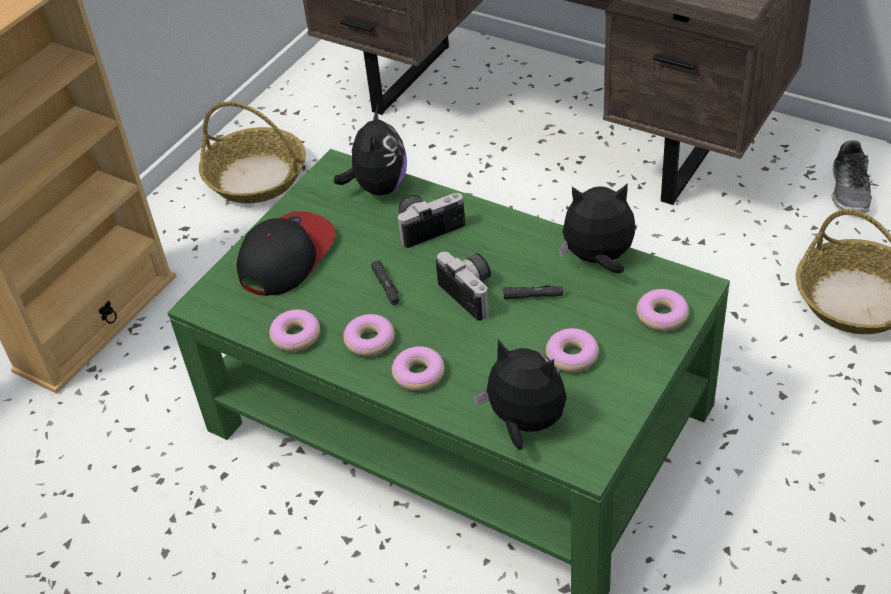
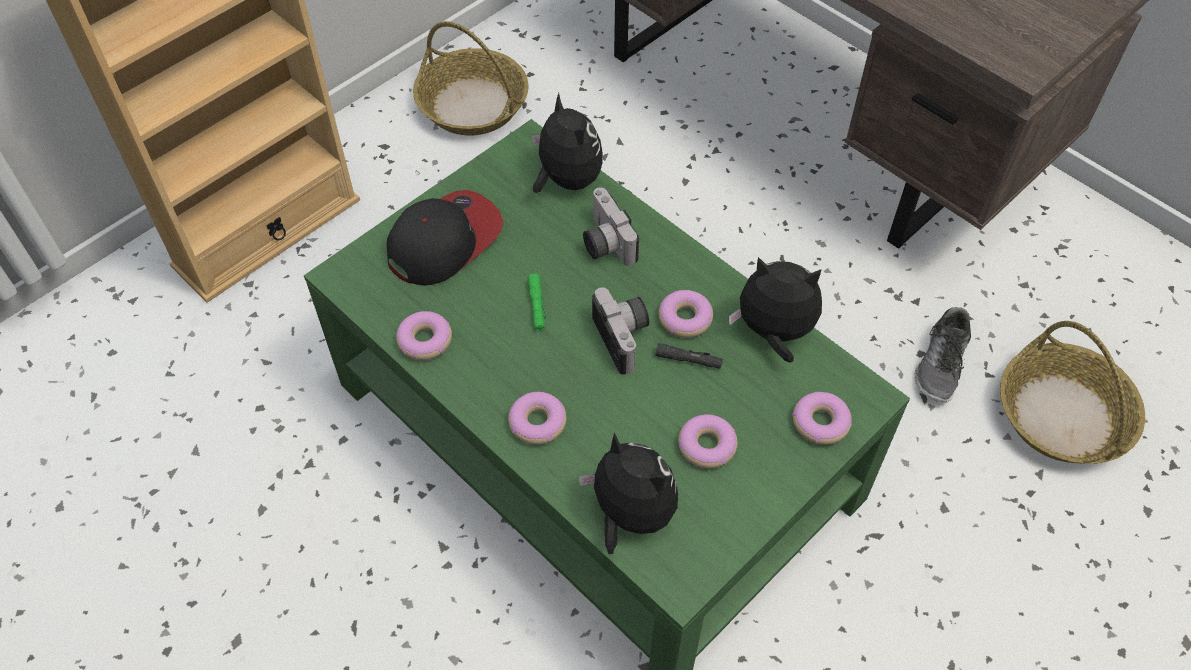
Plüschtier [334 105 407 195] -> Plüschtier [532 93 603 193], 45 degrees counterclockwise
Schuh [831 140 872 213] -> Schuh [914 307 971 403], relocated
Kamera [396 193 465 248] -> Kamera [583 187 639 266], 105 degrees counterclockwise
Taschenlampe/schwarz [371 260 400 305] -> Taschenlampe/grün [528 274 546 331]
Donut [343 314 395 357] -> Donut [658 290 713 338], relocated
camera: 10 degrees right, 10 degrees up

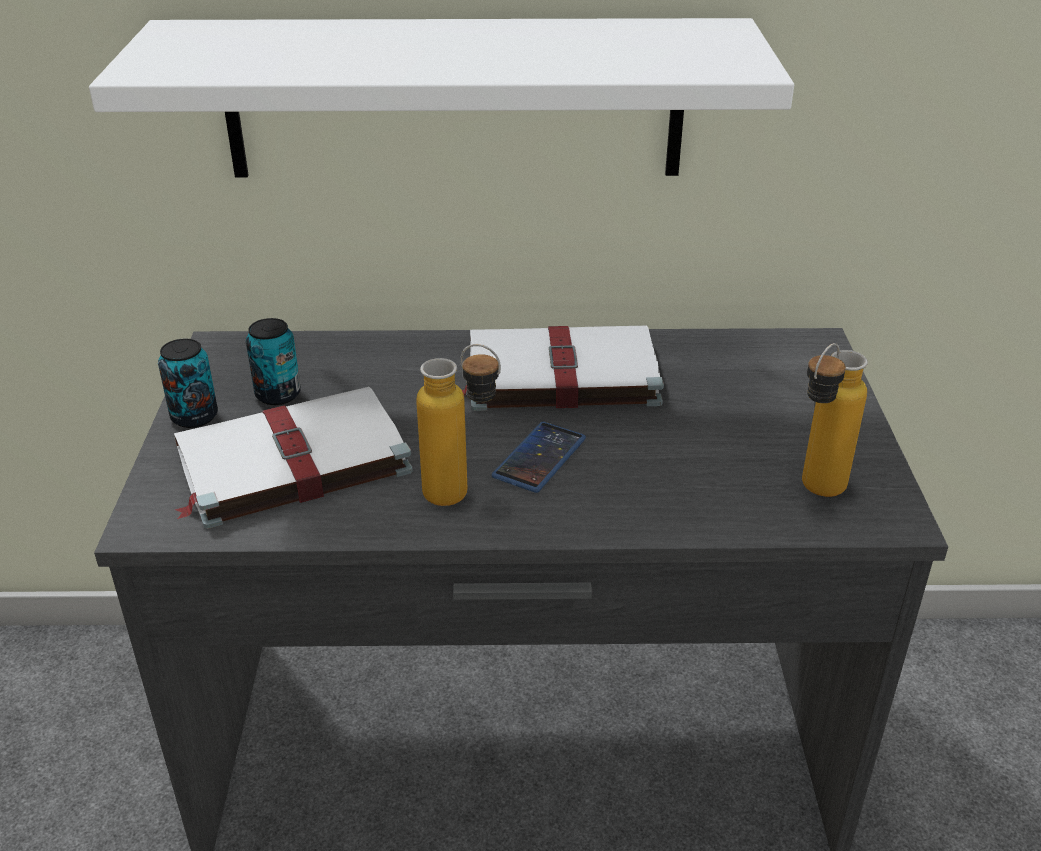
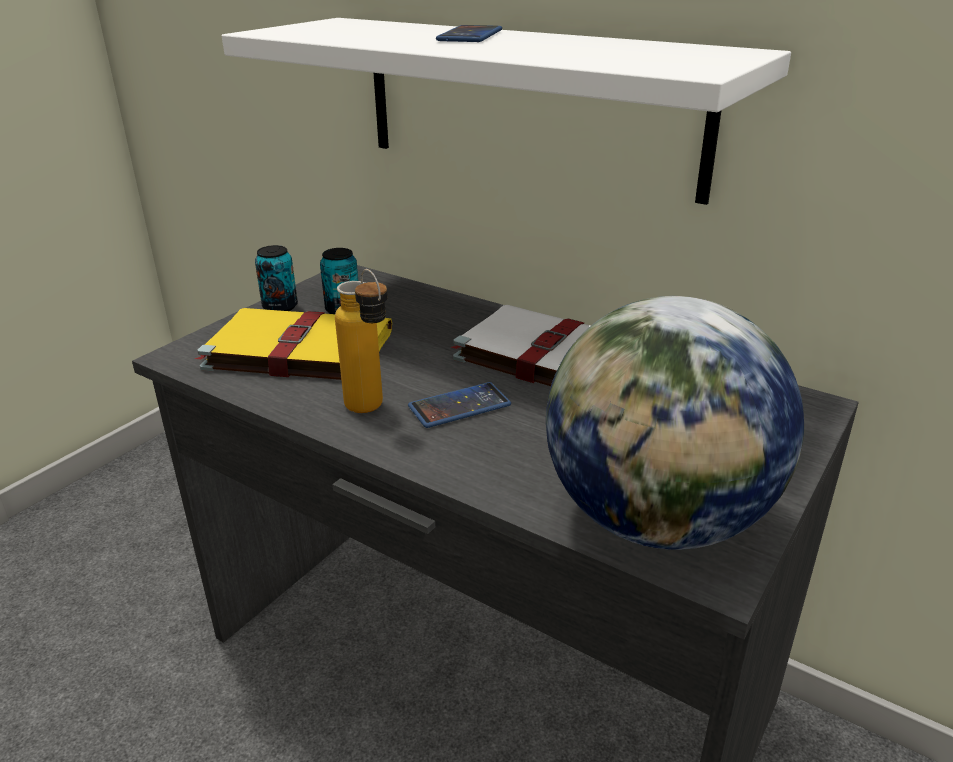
Flasche [802 343 868 497] -> Globus [546 296 804 550]
Buch/weiß [174 387 413 529] -> Buch/gelb [195 308 392 380]
none -> Handy [436 25 502 42]
camera: 35 degrees right, 5 degrees down

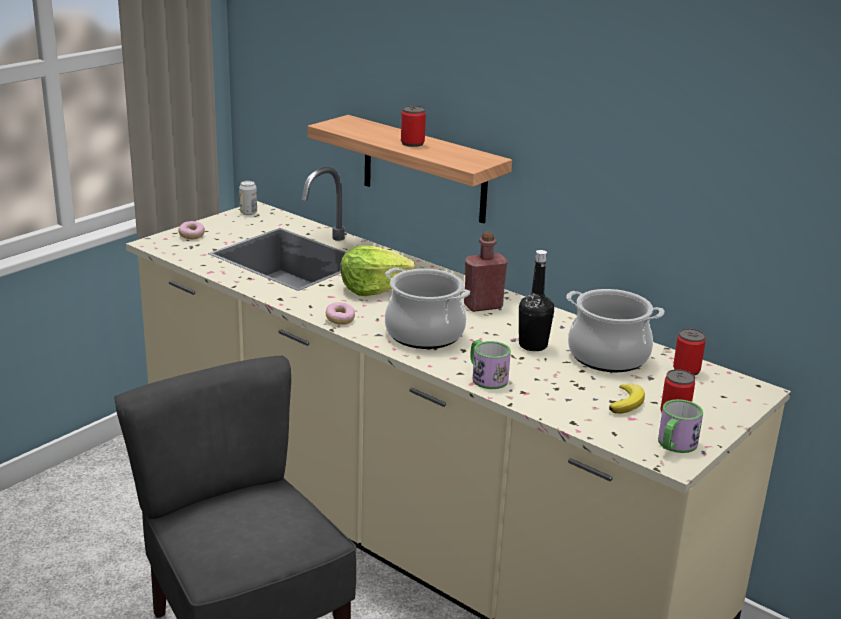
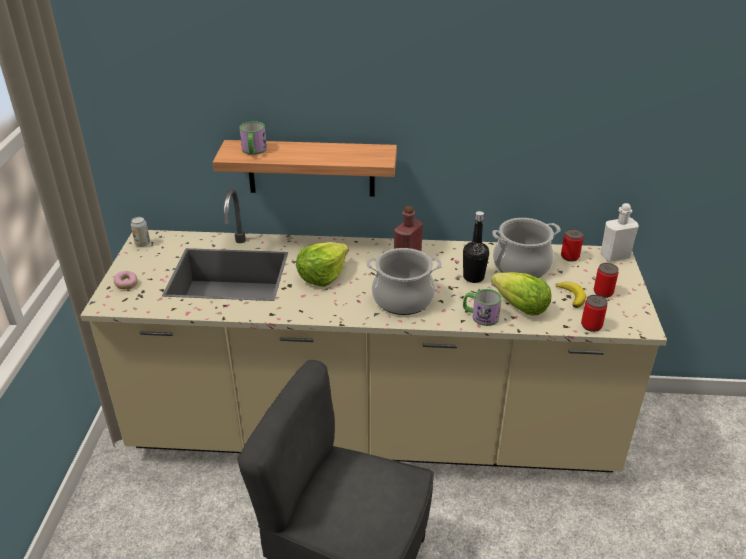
Dose [401 106 426 147] -> Dose [581 295 607 332], relocated
Donut [326 302 355 325] -> none
Henkelbecher [658 399 703 453] -> Henkelbecher [240 121 267 155], relocated
none -> Flasche/weiß [600 203 639 262]
none -> Salatkopf [491 272 551 315]
camera: 35 degrees left, 10 degrees up

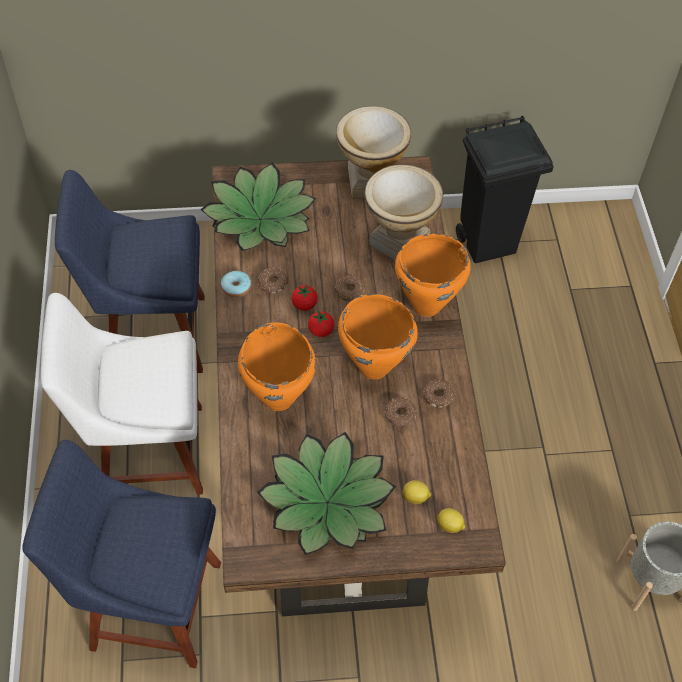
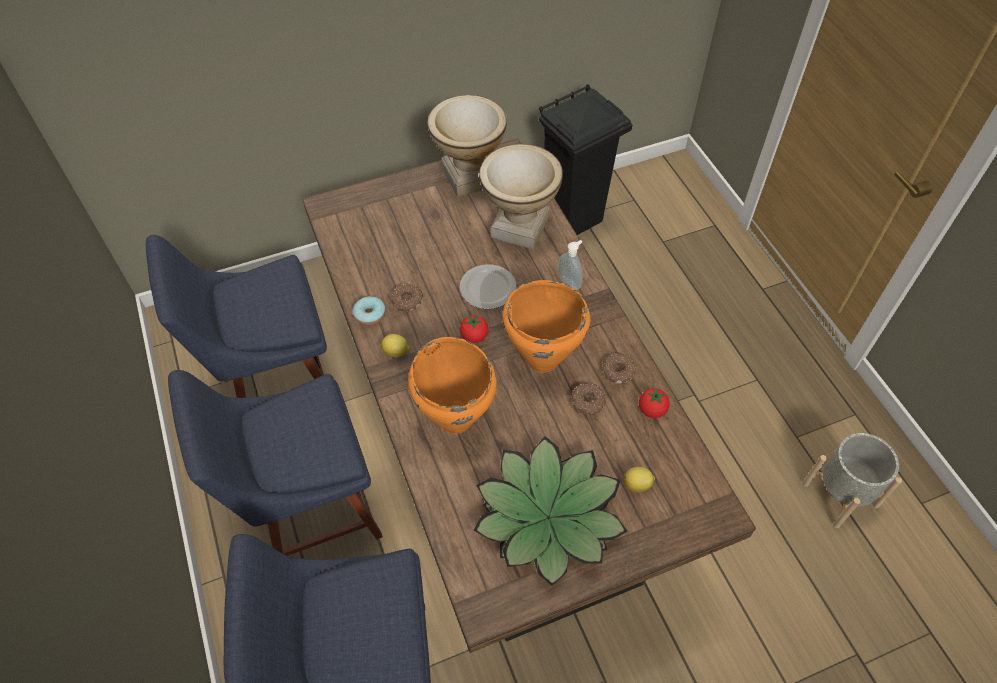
Topfpflanze [200 162 316 251] -> none
Kochtopf/orange [395 234 471 317] -> Seifenspender [558 240 583 290]
Donut [334 275 365 301] -> Teller [460 264 517 309]
Tomate [292 285 318 311] -> Tomate [639 388 670 418], relocated
Stuhl/weiß [41 293 203 495] -> Stuhl/blau [168 370 383 556]
Zitrone [437 508 465 533] -> Zitrone [381 334 410 357], relocated
camera: 15 degrees left, 0 degrees up

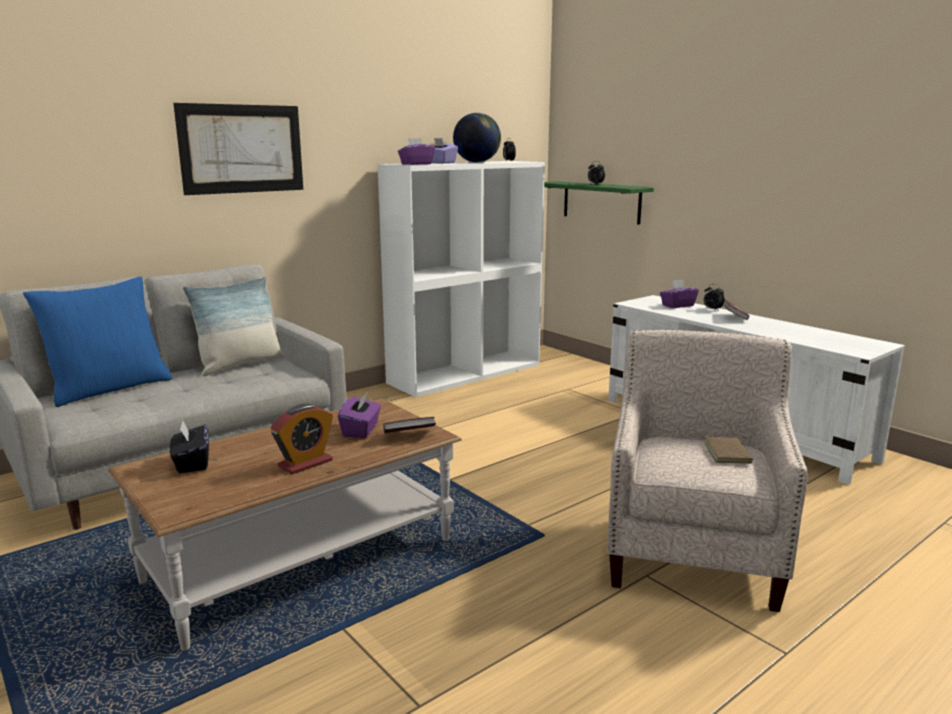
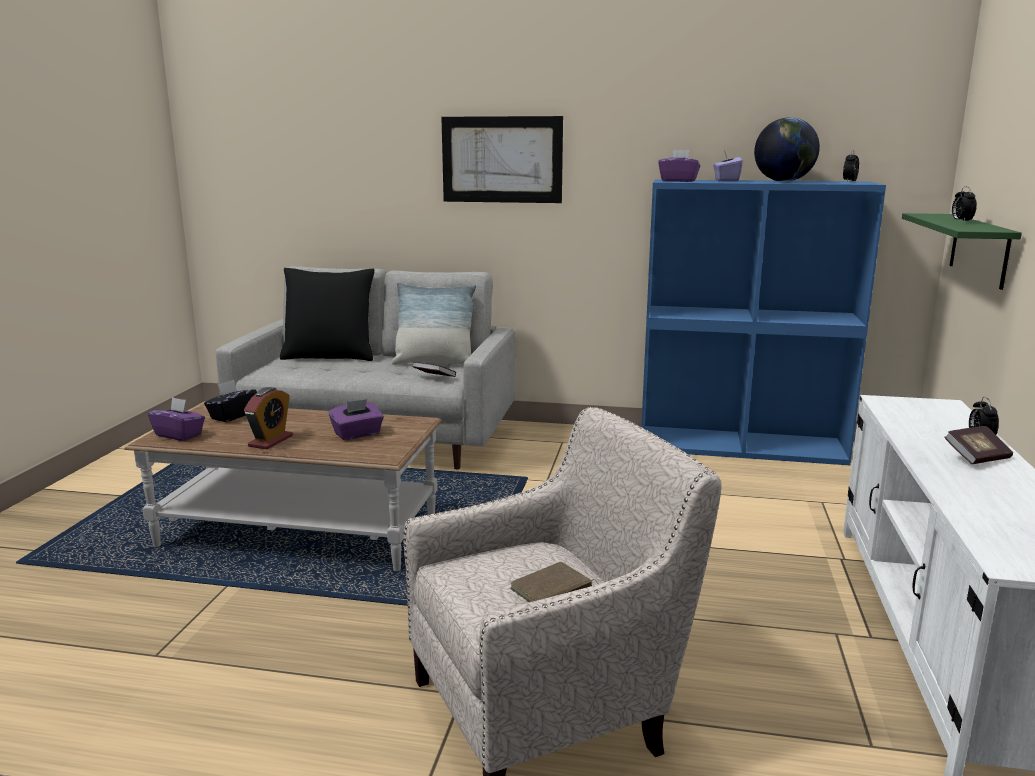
Bücherregal/weiß [378 161 545 397] -> Bücherregal/blau [641 180 886 465]
Kissen/blau [23 276 172 407] -> Kissen/schwarz [280 268 375 361]
Taschentuchbox/lila [660 279 699 308] -> Taschentuchbox/lila [148 397 205 441], relocated
Wecker [271 404 333 475] -> Wecker [244 387 293 449], 75 degrees counterclockwise
Buch [383 417 436 433] -> Buch [412 362 456 377], relocated
camera: 50 degrees right, 0 degrees up

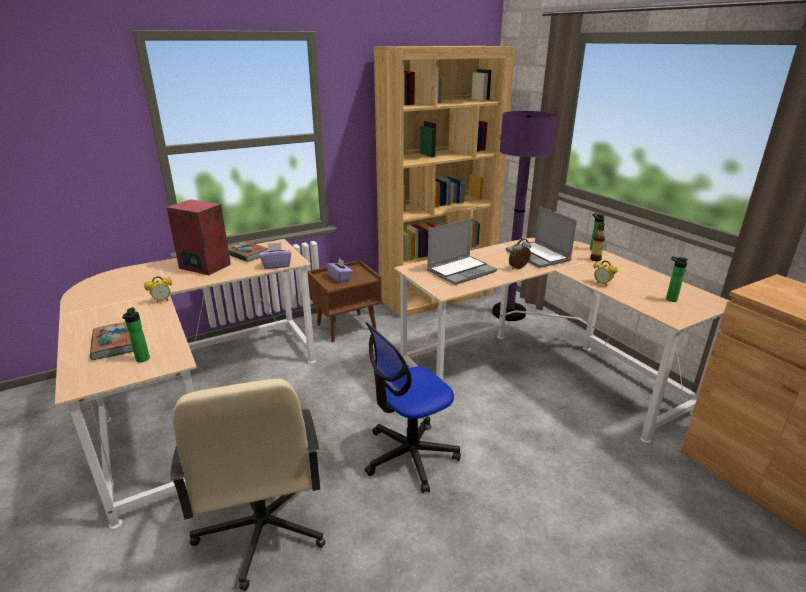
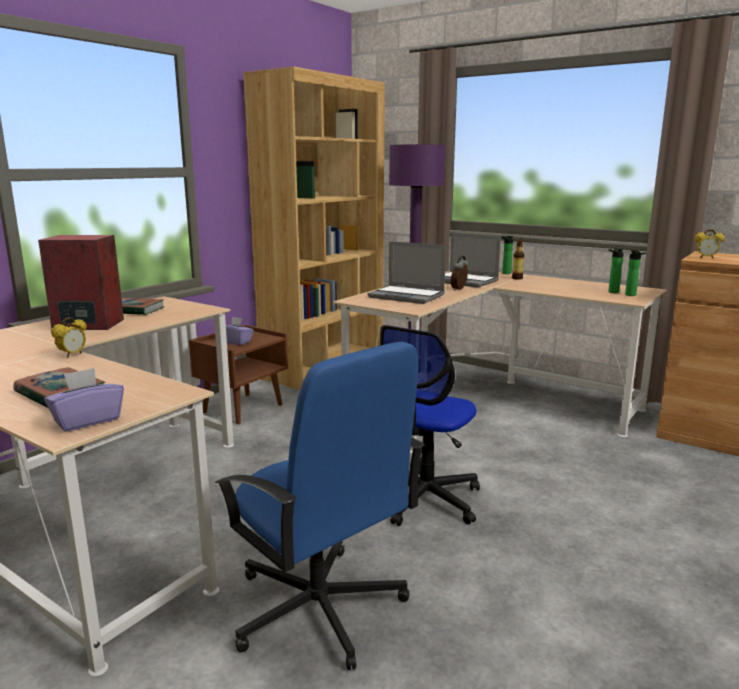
Laptop [427 218 497 285] -> Laptop [368 241 446 304], 90 degrees clockwise
Taschentuchbox/lila [260 242 291 269] -> Taschentuchbox/lila [44 368 124 432], relocated
Wecker [593 260 618 286] -> Wecker [694 229 725 259], relocated
Flasche [122 307 150 362] -> Flasche [625 250 646 296], relocated
Bürostuhl/beige [170 379 325 591] -> Bürostuhl/blau [215 342 425 670]
camera: 25 degrees left, 10 degrees down

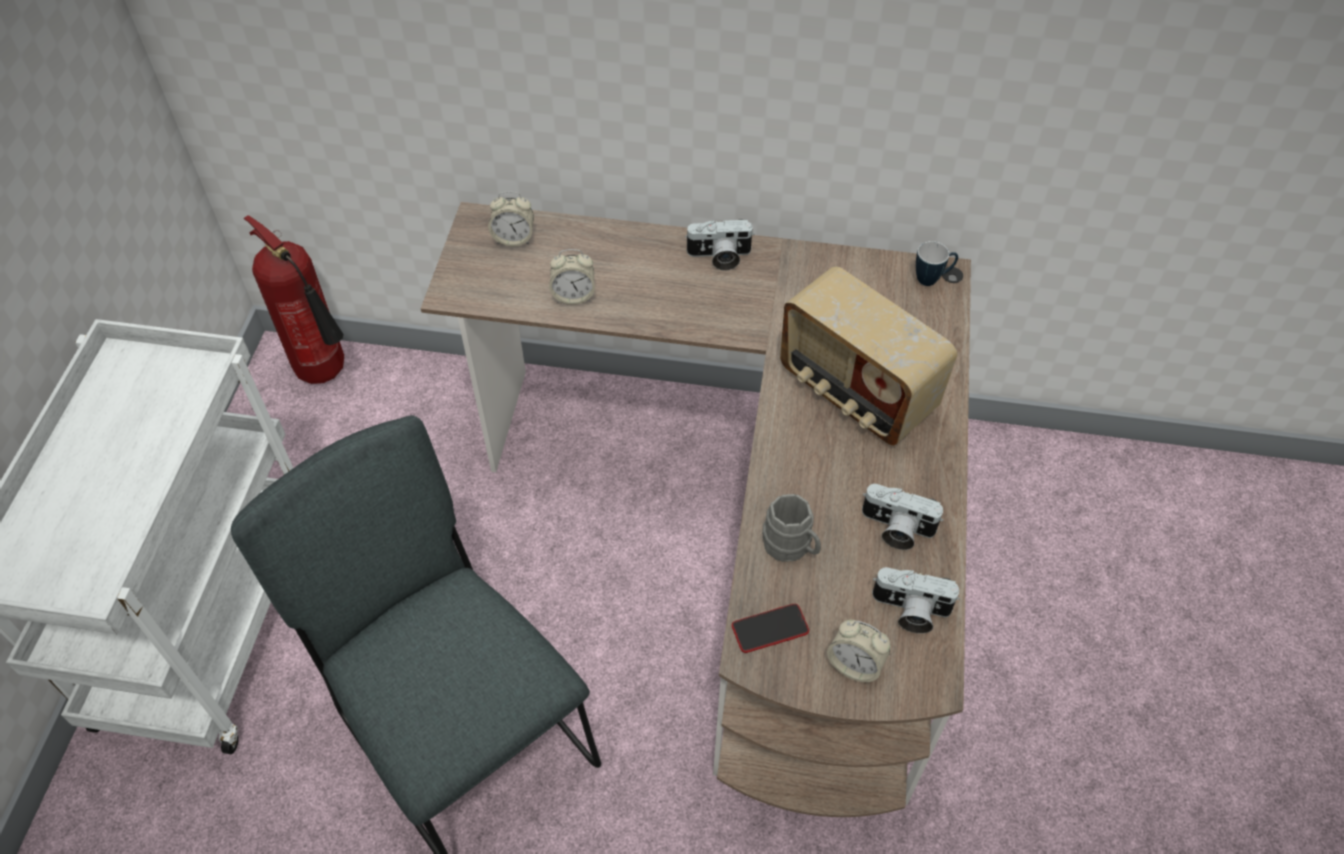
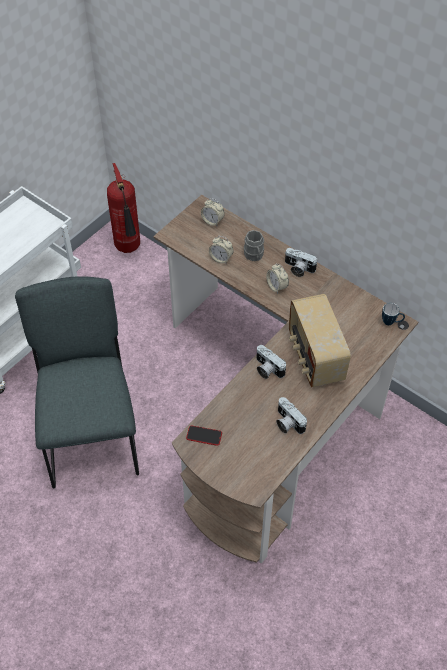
Henkelbecher/grau [762 494 821 562] -> Henkelbecher/grau [244 230 264 261], relocated
Kamera [872 567 960 634] -> Kamera [257 345 286 379], relocated
Wecker [827 619 890 682] -> Wecker [266 264 289 294], relocated
camera: 30 degrees right, 0 degrees up

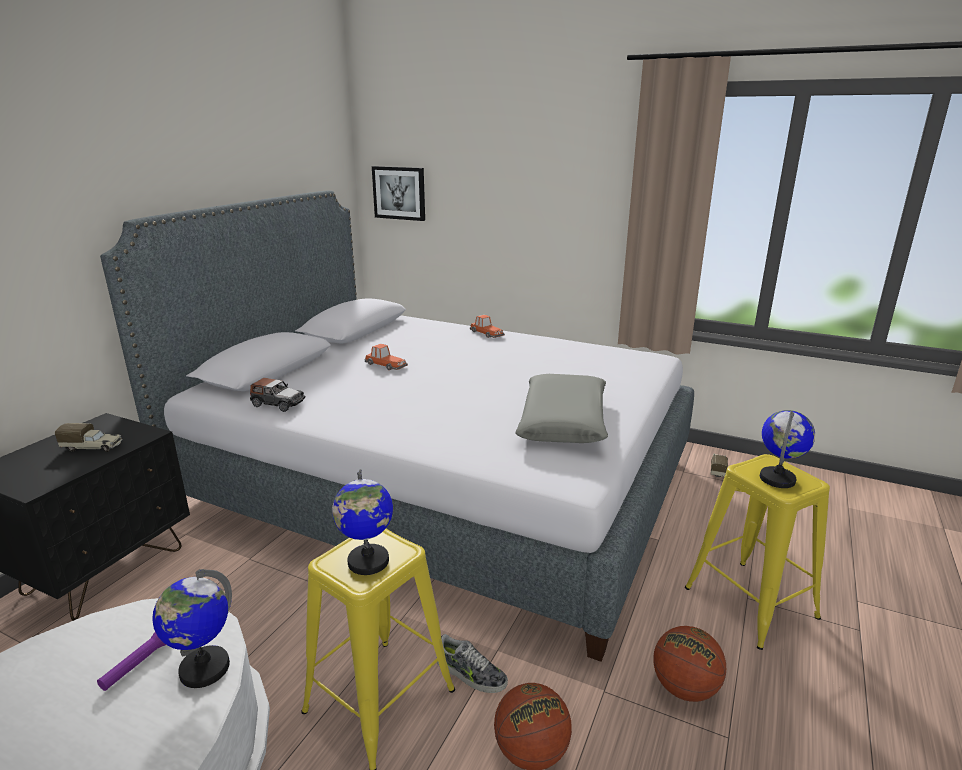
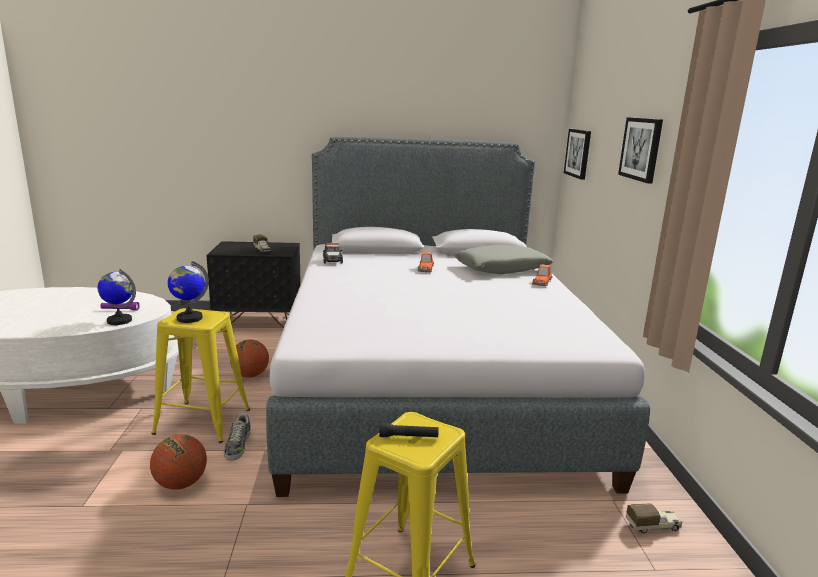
Kissen/grau [516 374 608 443] -> Kissen/grau [454 245 553 274], relocated
Globus [760 410 815 488] -> Taschenlampe/schwarz [379 422 439 438]
Basketball [653 626 726 702] -> Basketball [230 340 269 377], relocated
none -> Bild [618 117 663 183]
camera: 60 degrees right, 5 degrees down

